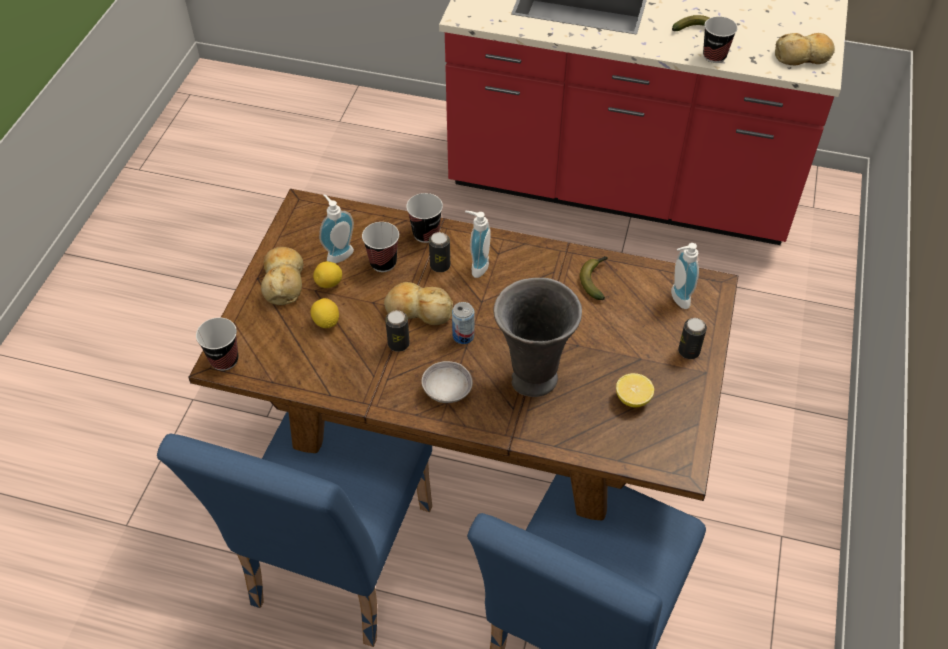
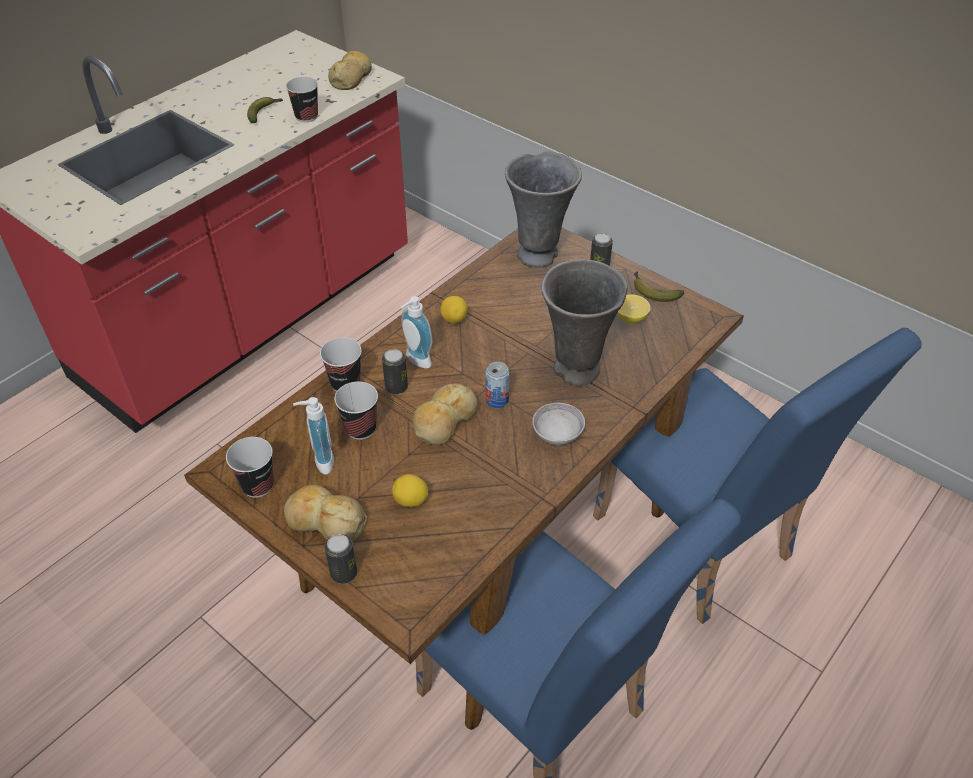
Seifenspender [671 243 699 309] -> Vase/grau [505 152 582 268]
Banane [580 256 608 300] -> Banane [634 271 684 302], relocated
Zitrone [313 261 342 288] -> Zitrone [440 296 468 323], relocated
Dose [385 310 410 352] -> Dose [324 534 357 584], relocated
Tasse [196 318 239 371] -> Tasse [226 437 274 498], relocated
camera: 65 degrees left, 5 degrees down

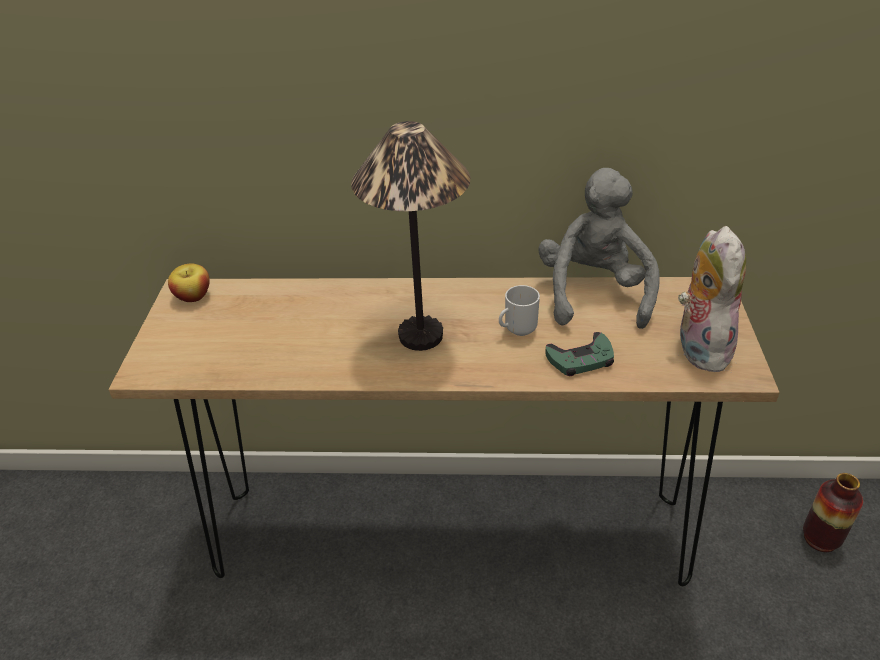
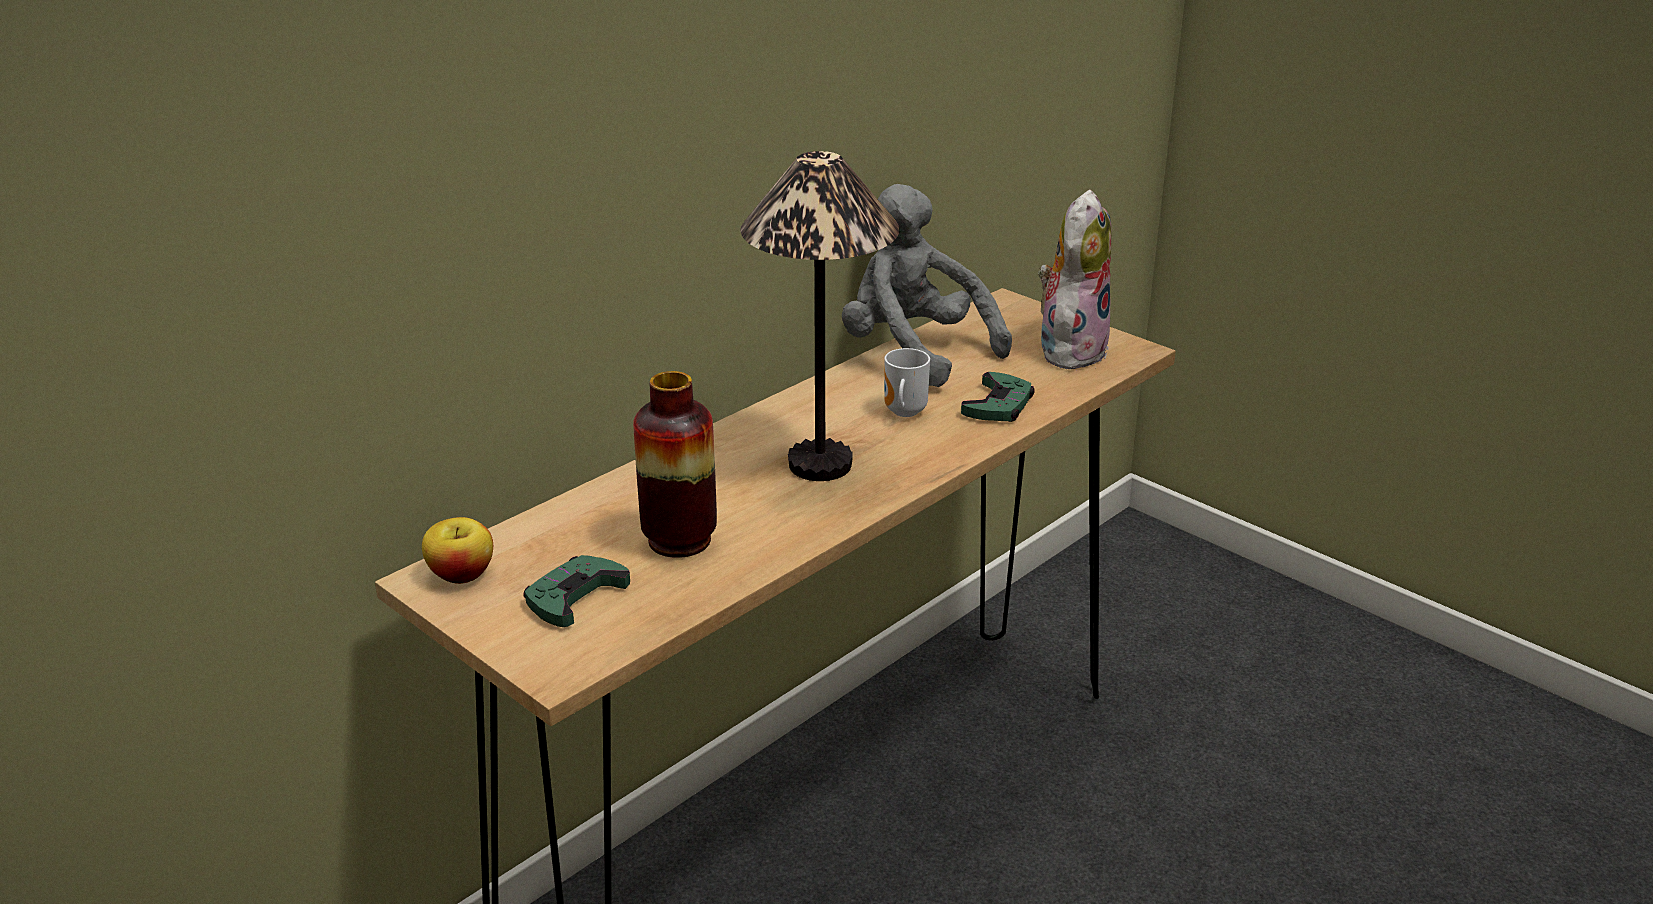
Plüschtier [678 226 746 372] -> Plüschtier [1038 190 1112 371], 75 degrees clockwise
Vase [803 473 863 552] -> Vase [633 371 717 558], relocated
none -> Gamepad/grün [523 555 630 627]
camera: 50 degrees left, 10 degrees down

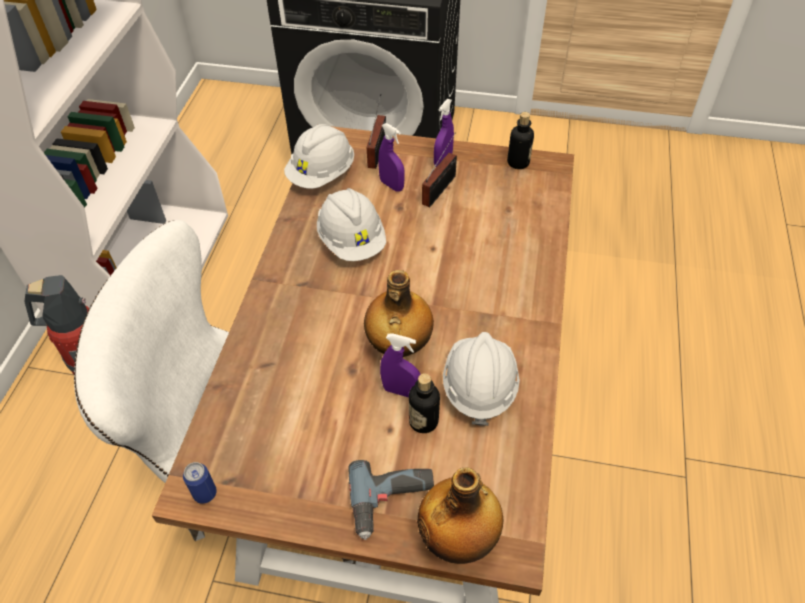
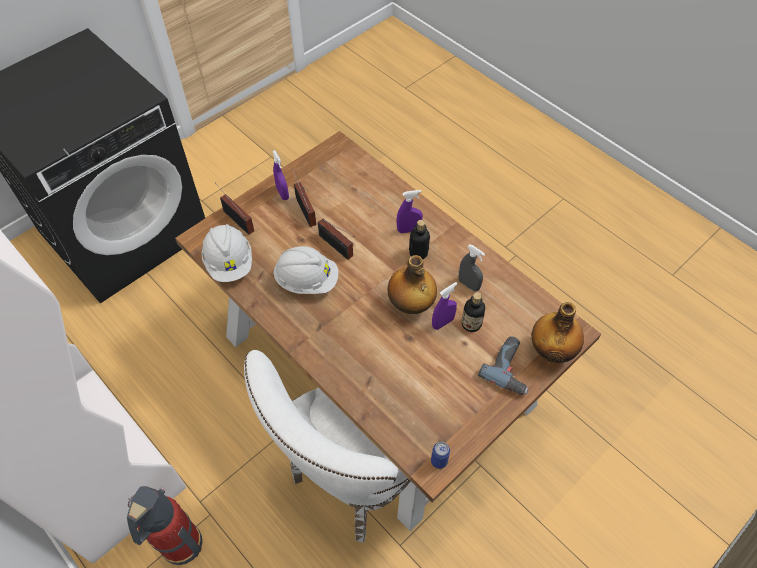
Flasche [507 112 534 169] -> Flasche [409 220 430 259], relocated
Sprühflasche/lila [378 123 405 192] -> Sprühflasche/lila [396 190 423 233], relocated
Schutzhelm/weiß [443 332 520 426] -> Sprühflasche/grau [459 244 485 292]
none -> Radio [318 219 355 260]
camera: 55 degrees left, 5 degrees up

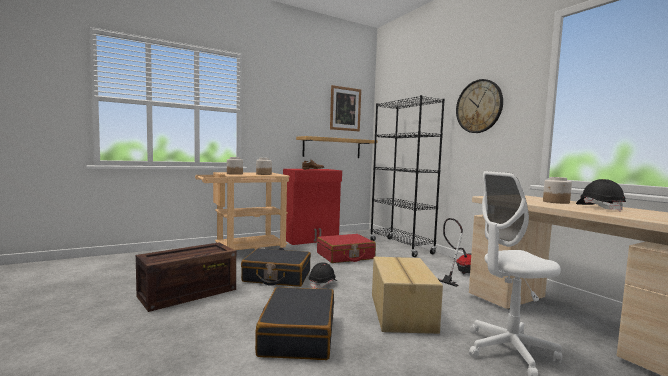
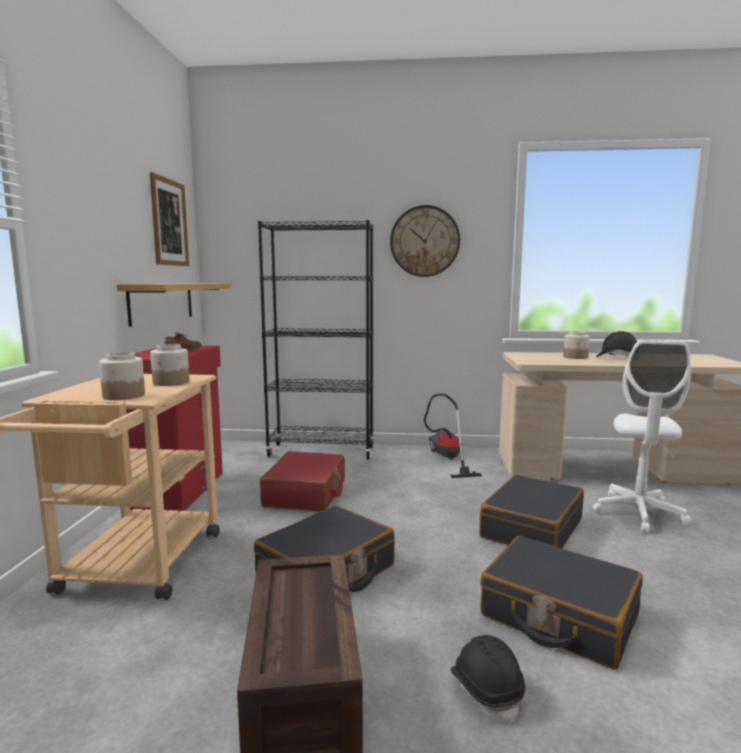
Karton [372 257 443 334] -> Koffer/schwarz [479 475 584 548]
Schutzhelm/schwarz [309 262 337 289] -> Schutzhelm/schwarz [451 635 525 722], relocated
camera: 55 degrees left, 5 degrees up

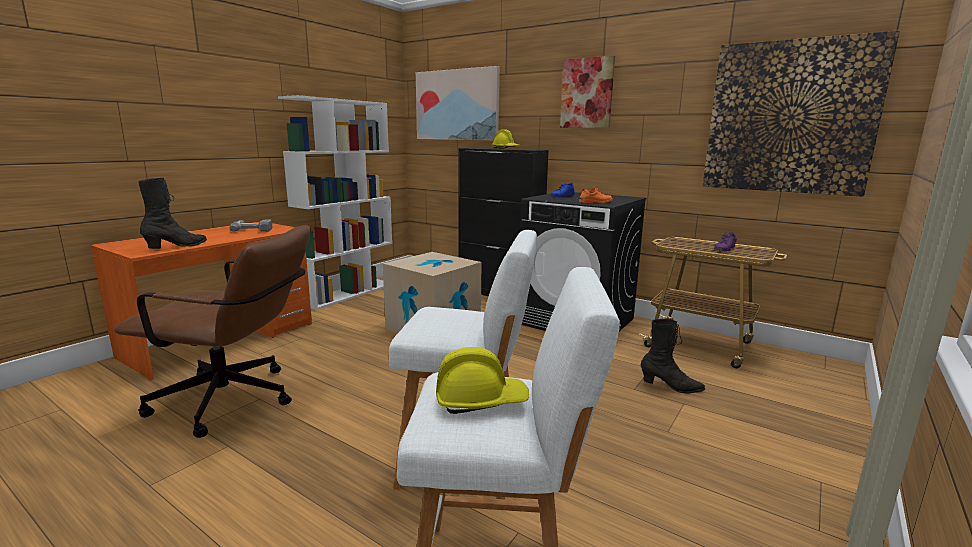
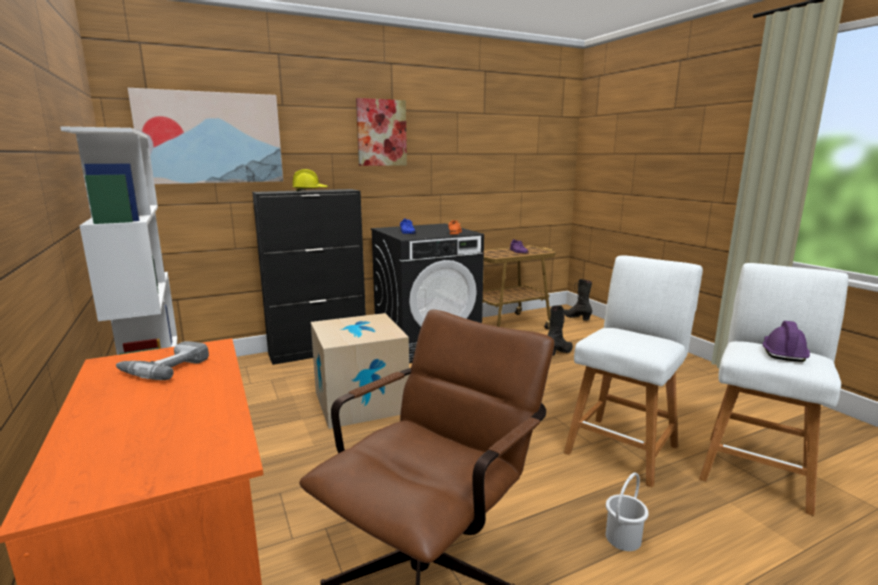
Bild [703 31 900 197] -> none
Stiefel/schwarz [138 178 207 249] -> Stiefel/schwarz [564 279 592 321], relocated
Schutzhelm/gelb [436 347 529 414] -> Schutzhelm/lila [763 321 810 362]
none -> Eimer/weiß [606 473 649 551]
camera: 60 degrees left, 0 degrees up

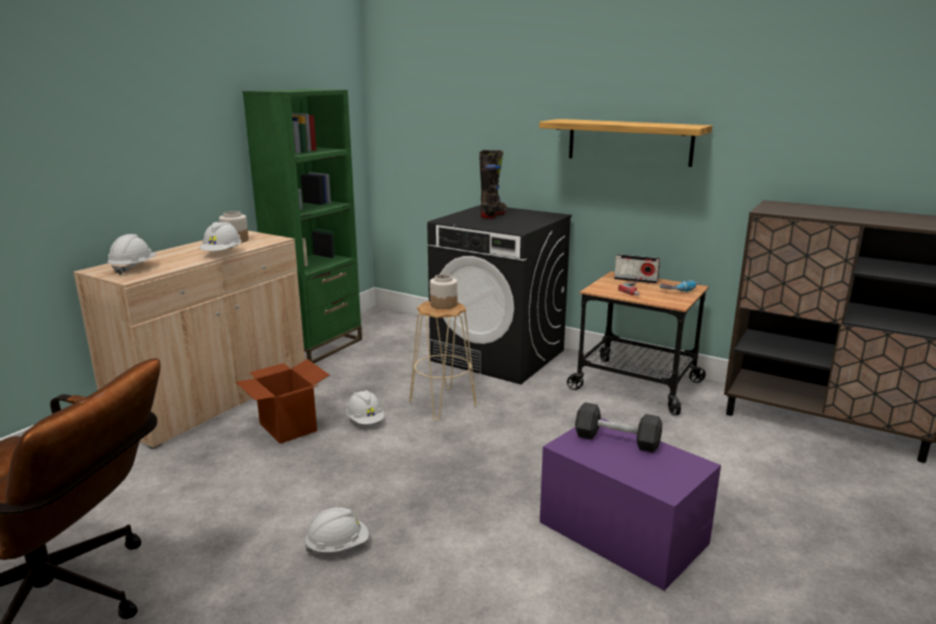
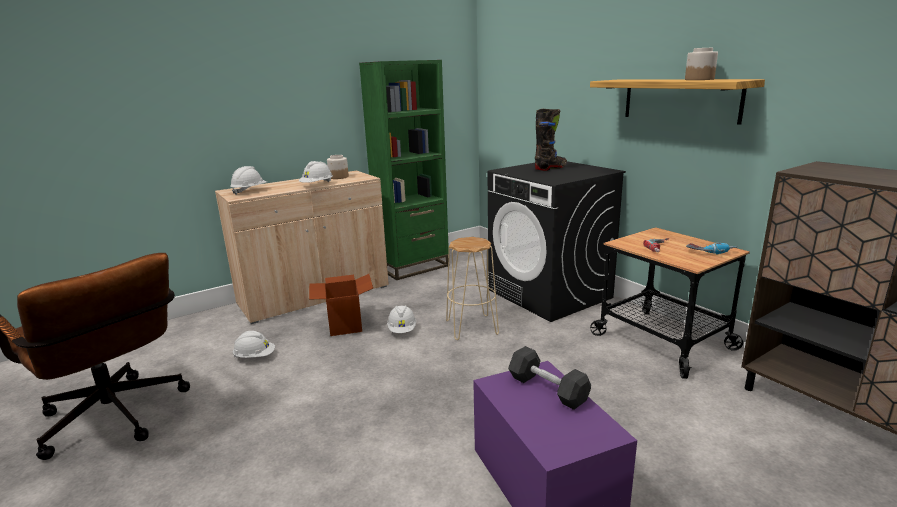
Radio [614 254 660 284] -> none
Vorratsglas [430 274 457 309] -> Vorratsglas [685 48 718 80], relocated
Schutzhelm/weiß [305 507 369 554] -> Schutzhelm/weiß [233 331 275 358], relocated
camera: 25 degrees right, 0 degrees up

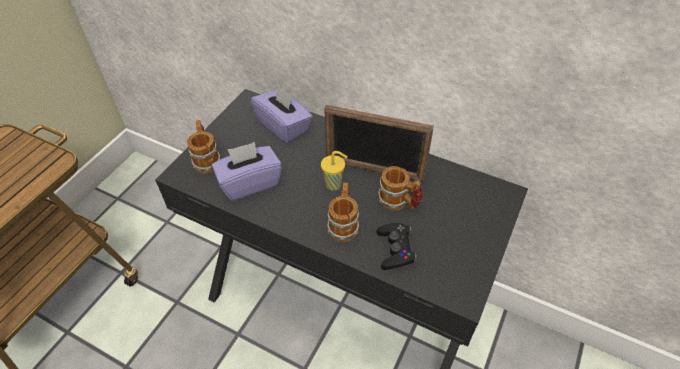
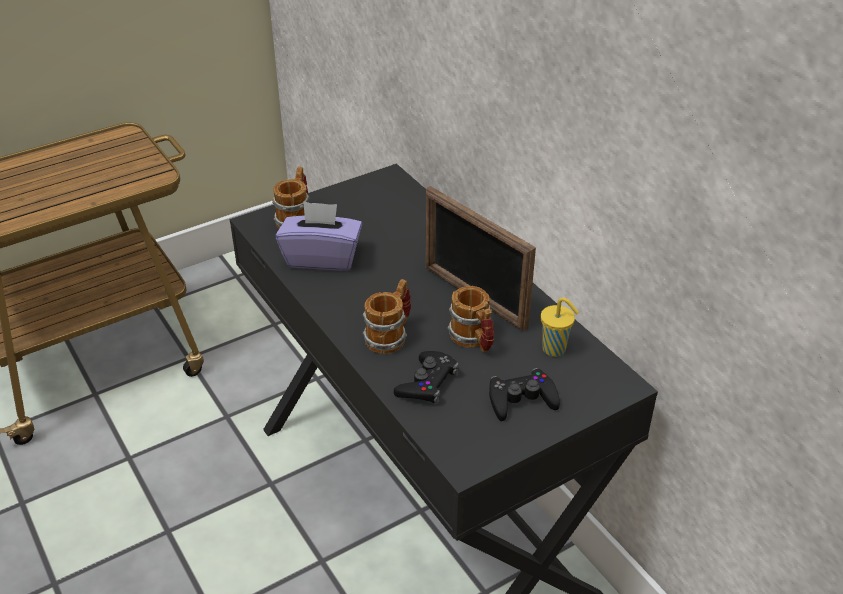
Taschentuchbox/lila [251 85 313 144] -> none
Tasse/gelb [321 151 348 191] -> Tasse/gelb [541 297 579 357], relocated
none -> Gamepad/schwarz [489 368 560 421]
camera: 30 degrees right, 10 degrees down

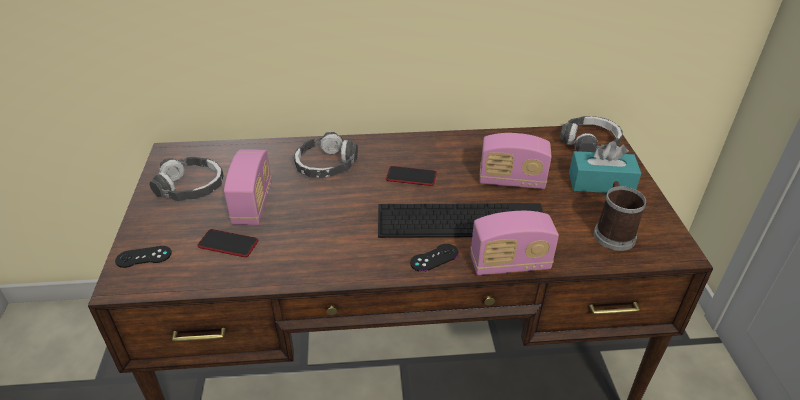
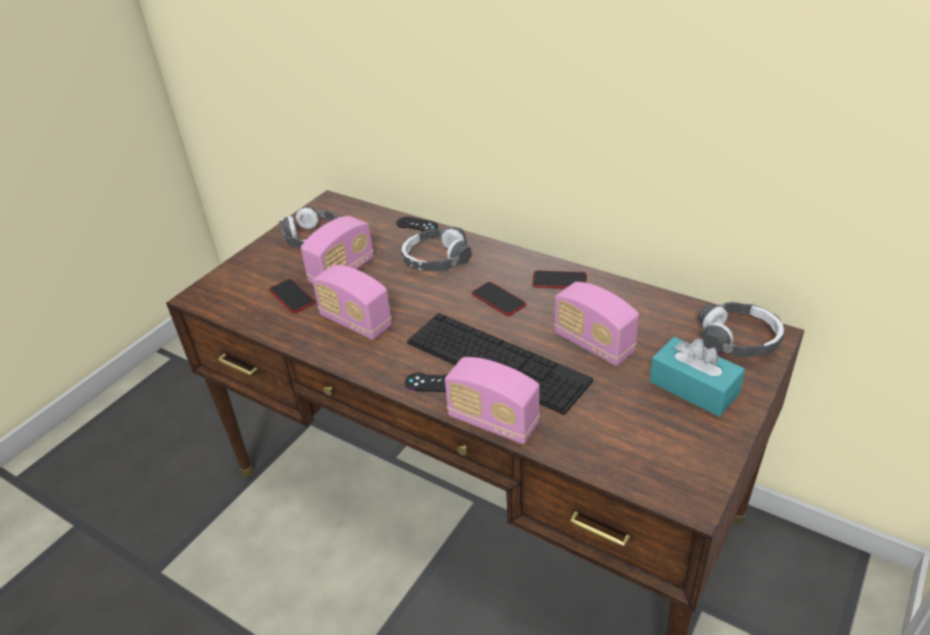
Henkelbecher [594 181 646 251] -> none
Gamepad/schwarz [115 246 172 268] -> Gamepad/schwarz [396 217 438 232], relocated
none -> Radio [312 265 392 340]
none -> Handy [532 270 587 289]
camera: 40 degrees right, 0 degrees up

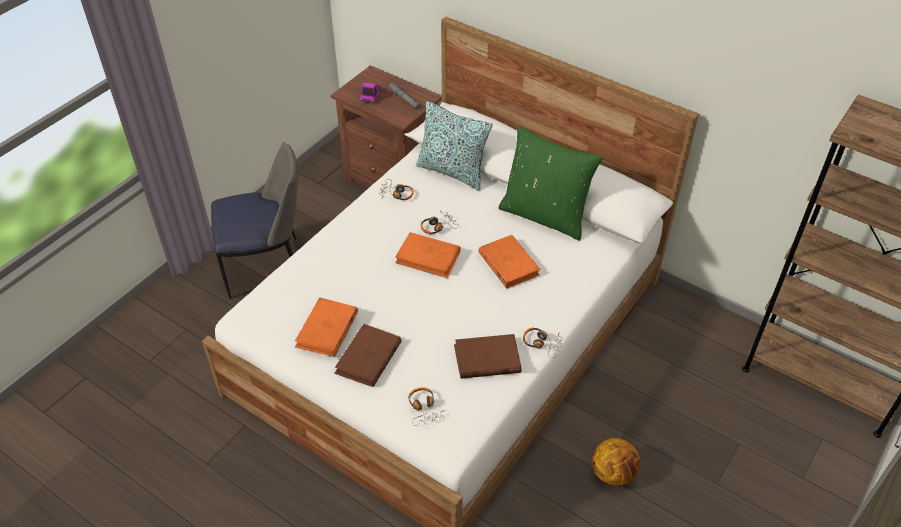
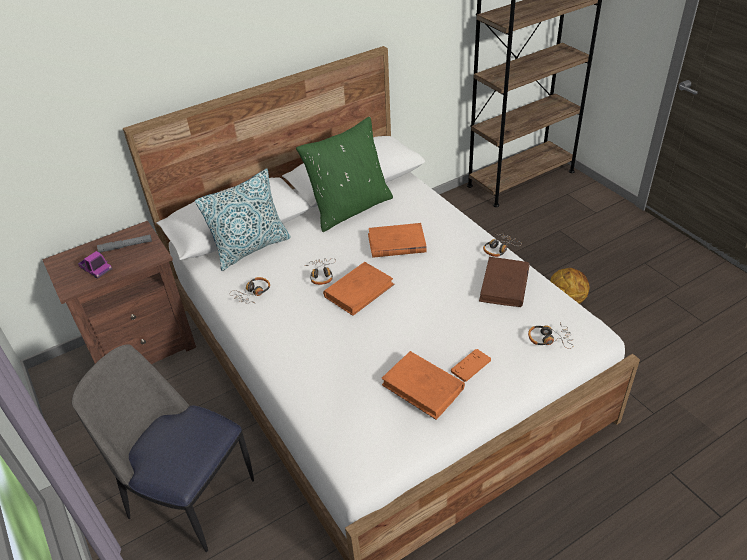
Stuhl [211 142 298 299] -> Stuhl [72 344 254 552], 75 degrees counterclockwise
Buch/braun [335 324 402 387] -> Gamepad/orange [451 349 491 382]
camera: 65 degrees left, 5 degrees down

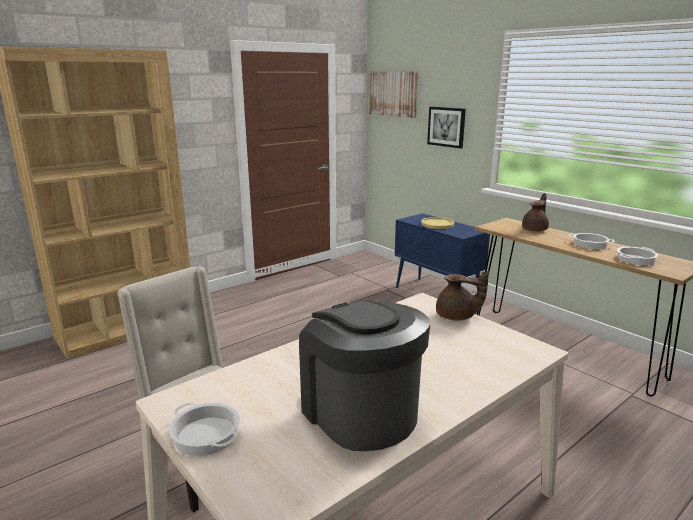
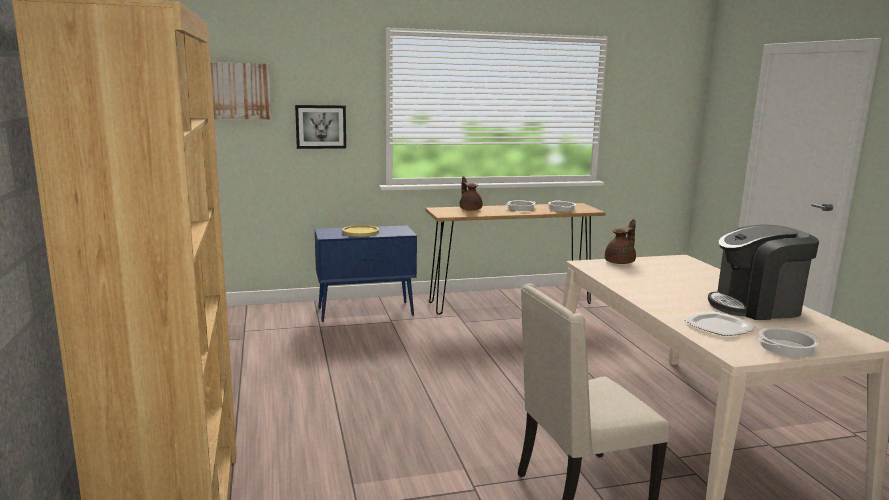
none -> Teller [684 312 756 336]
camera: 65 degrees left, 5 degrees down

